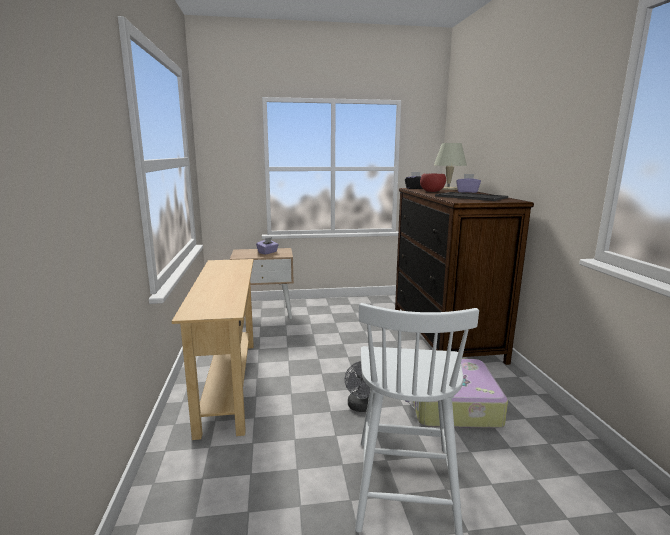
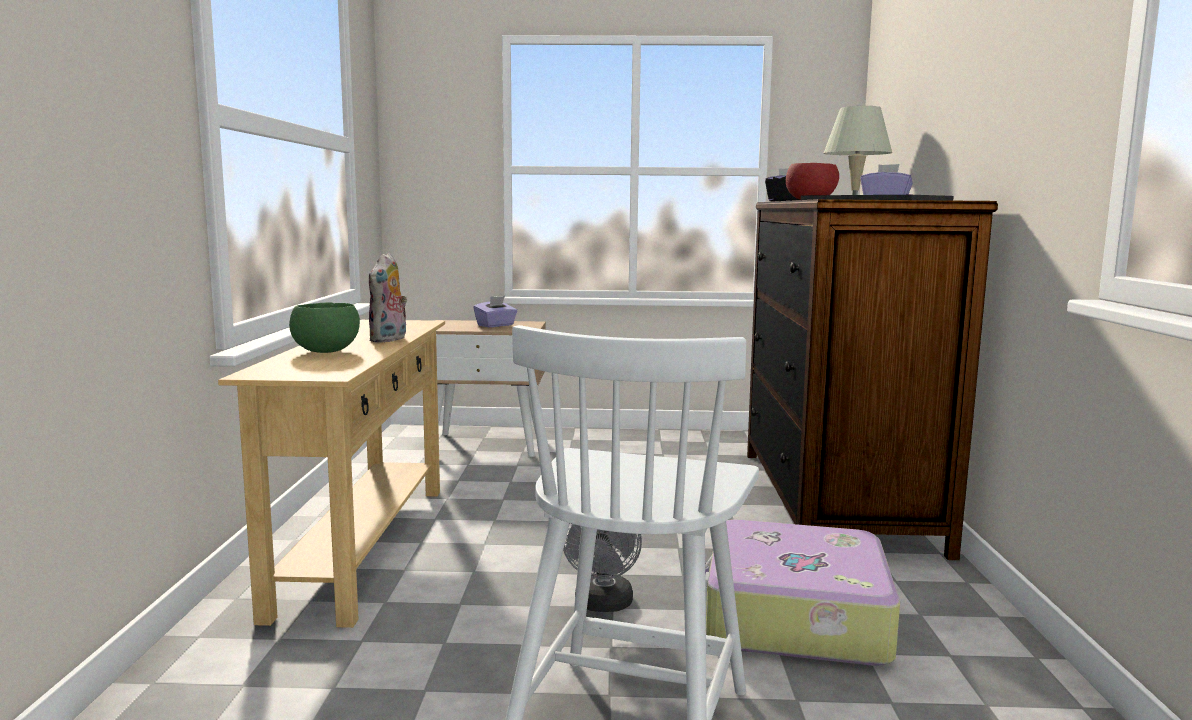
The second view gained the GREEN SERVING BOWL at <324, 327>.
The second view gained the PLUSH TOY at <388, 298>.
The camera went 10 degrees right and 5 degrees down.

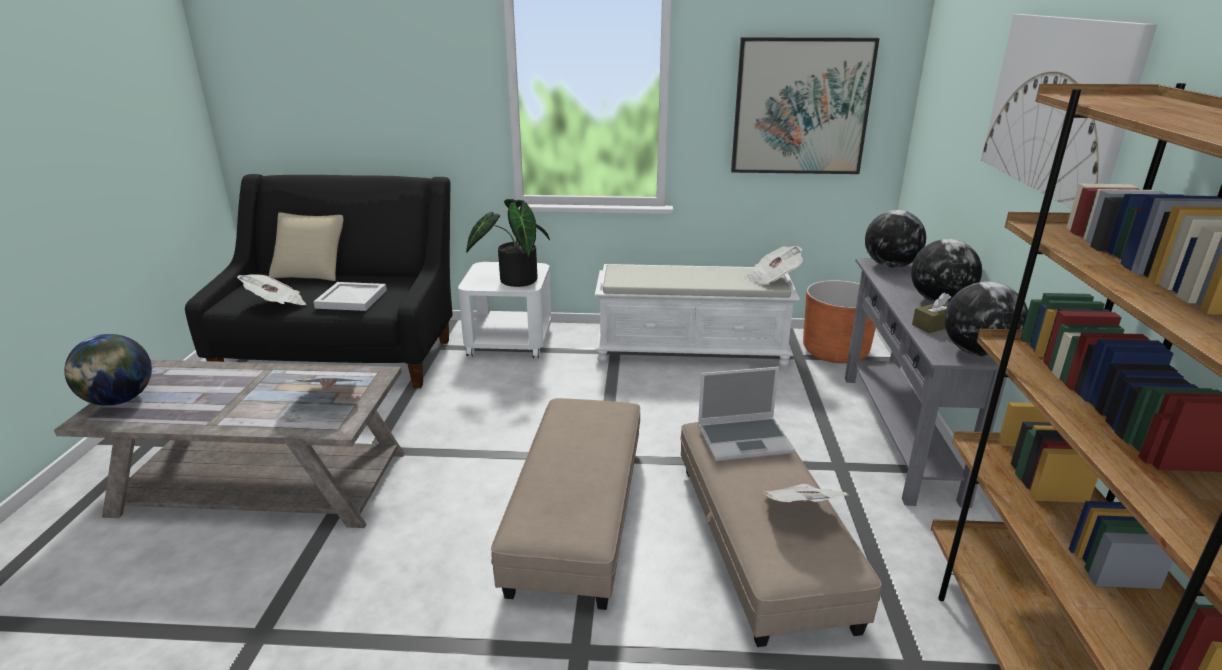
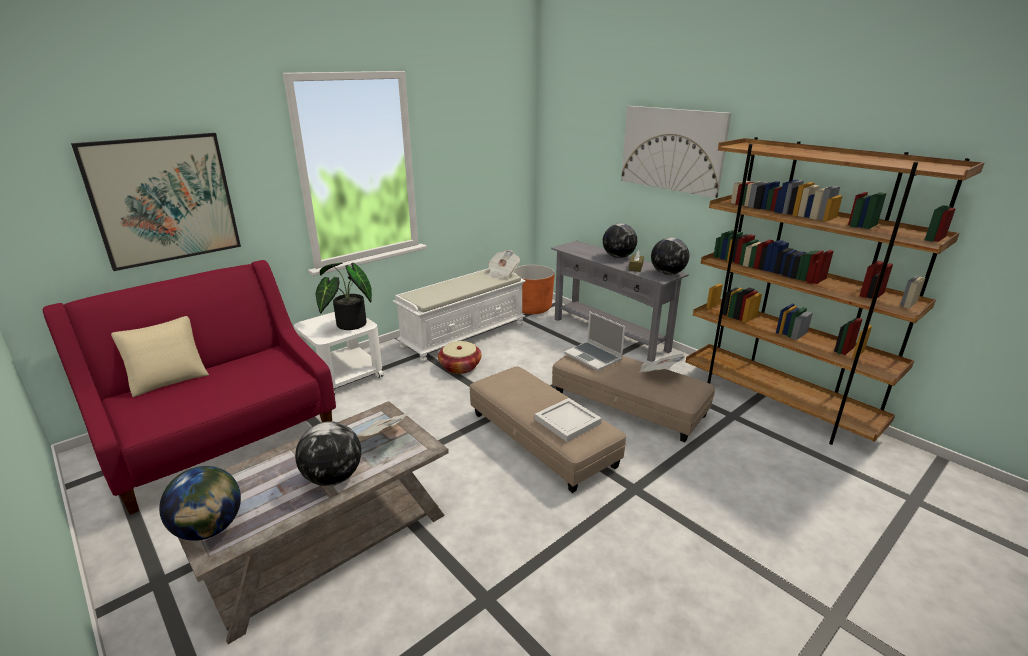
What was the BLACK-COLOURED SETTEE at <319, 281> turned into the RED SETTEE at <189, 387>.
The WALL PICTURE ended up elsewhere, having gone from <805, 105> to <156, 202>.
The WORLD GLOBE ended up elsewhere, having gone from <895, 239> to <328, 453>.
The second view gained the BASKET at <460, 357>.
The WHITISH SERVING TRAY ended up elsewhere, having gone from <350, 296> to <568, 420>.
The NOTEBOOK COMPUTER at <746, 414> ended up facing another way, 105 degrees clockwise from before.
The second view lost the DAILY PAPER at <271, 289>.
The camera went 45 degrees left and 0 degrees up.

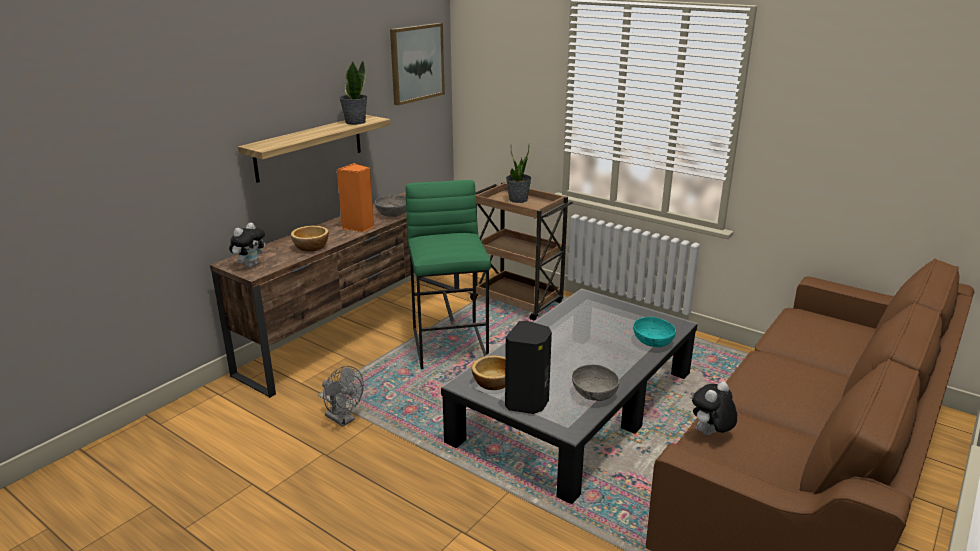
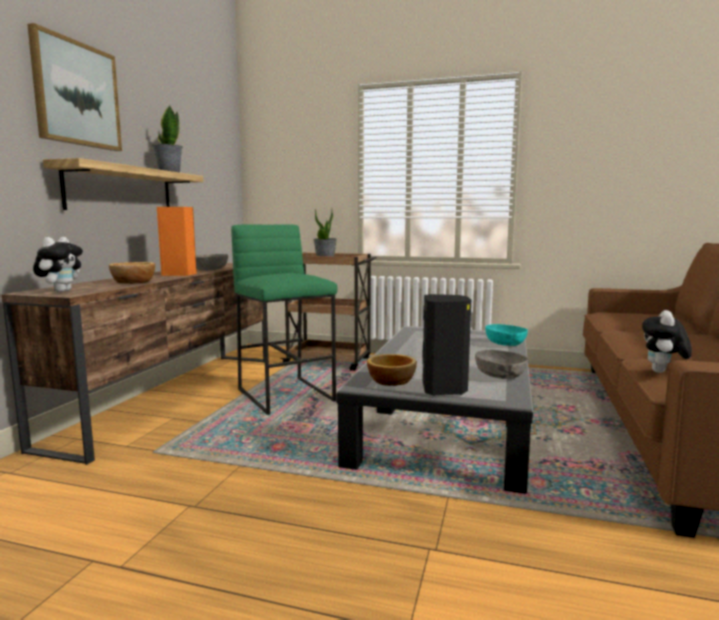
The WALL PICTURE ended up elsewhere, having gone from <417, 64> to <74, 87>.
The second view lost the GREYISH FAN at <343, 396>.
The camera went 20 degrees left and 15 degrees down.

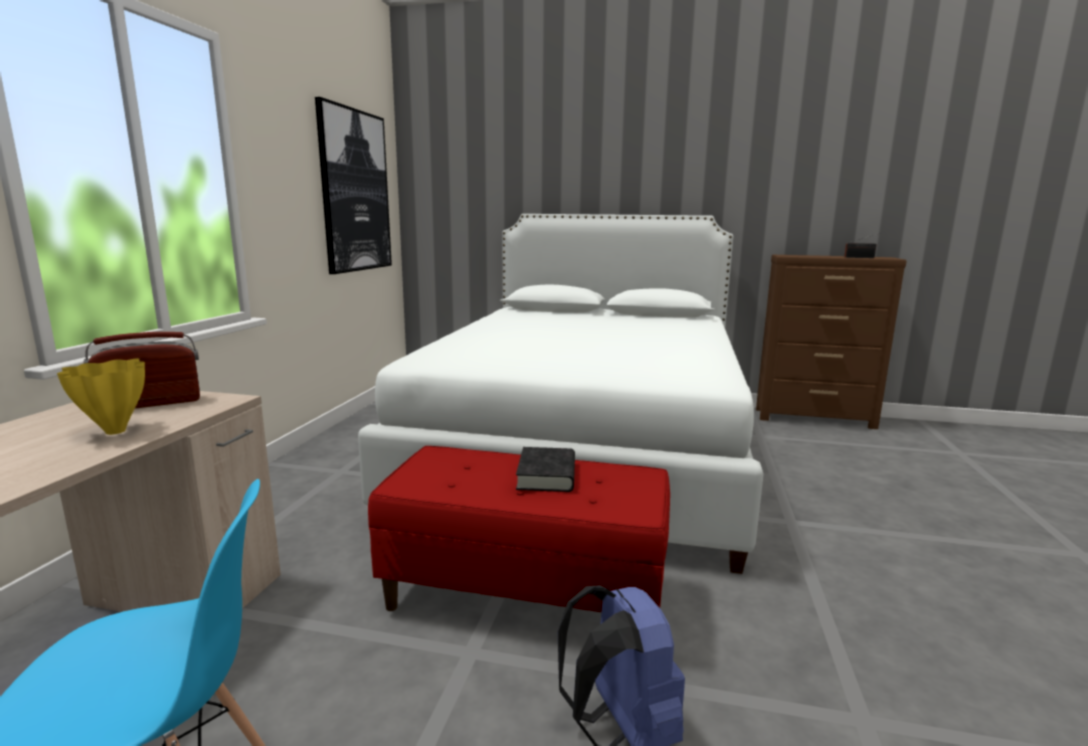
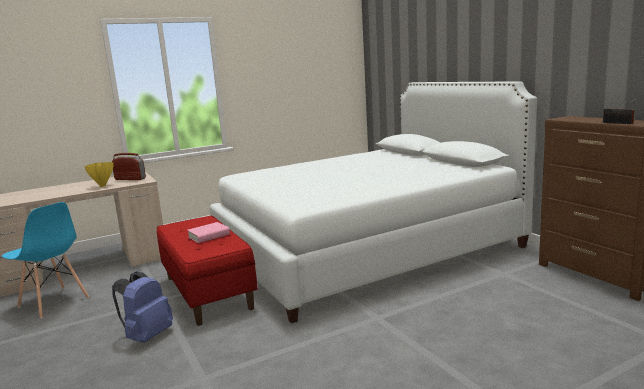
What was the BLACK-COLOURED VOLUME at <545, 469> turned into the PINKISH VOLUME at <208, 232>.
The second view lost the WALL PICTURE at <353, 185>.
The camera went 50 degrees right and 0 degrees up.

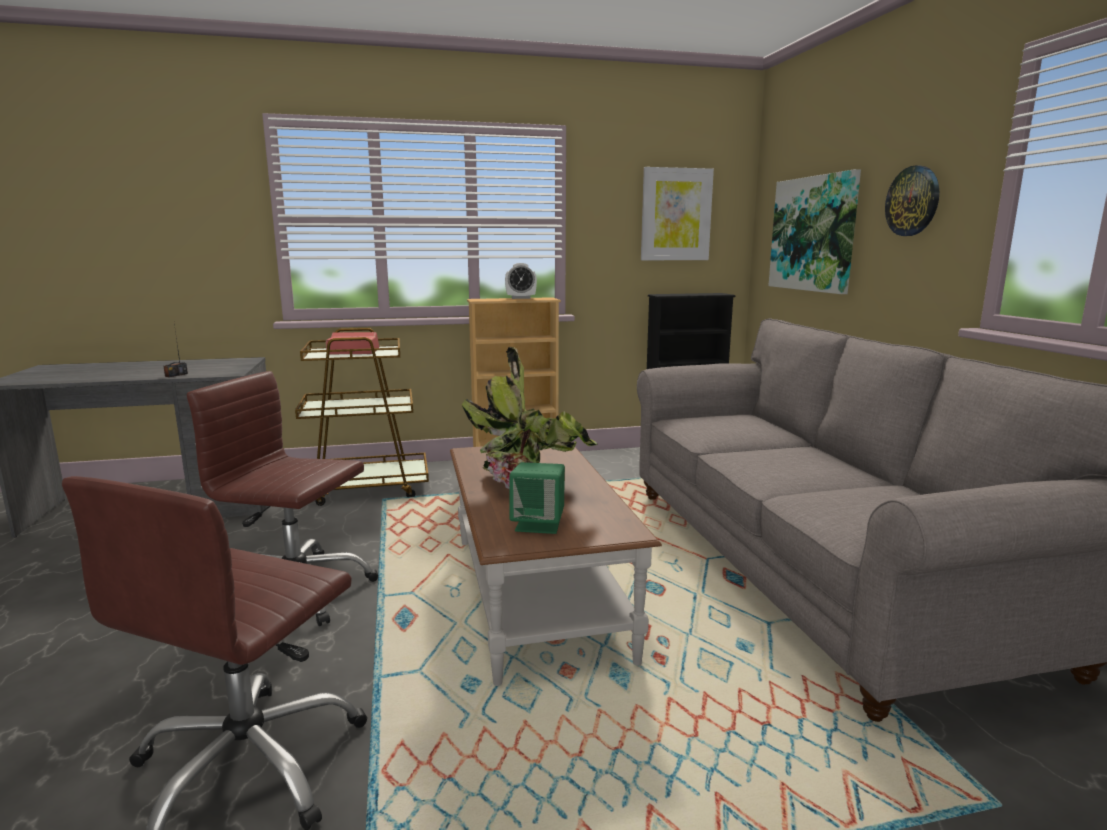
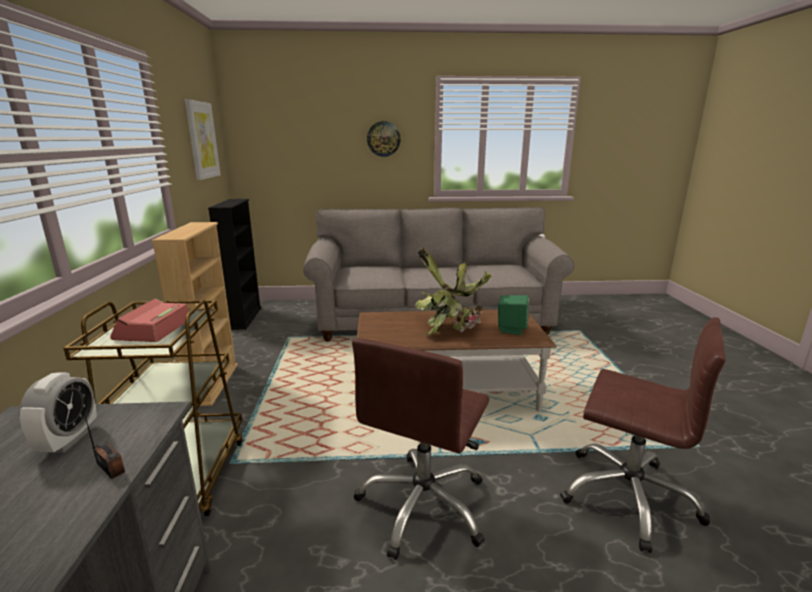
The BEDSIDE CLOCK ended up elsewhere, having gone from <521, 281> to <58, 412>.
The second view lost the WALL PICTURE at <814, 231>.
The camera went 80 degrees left and 5 degrees up.

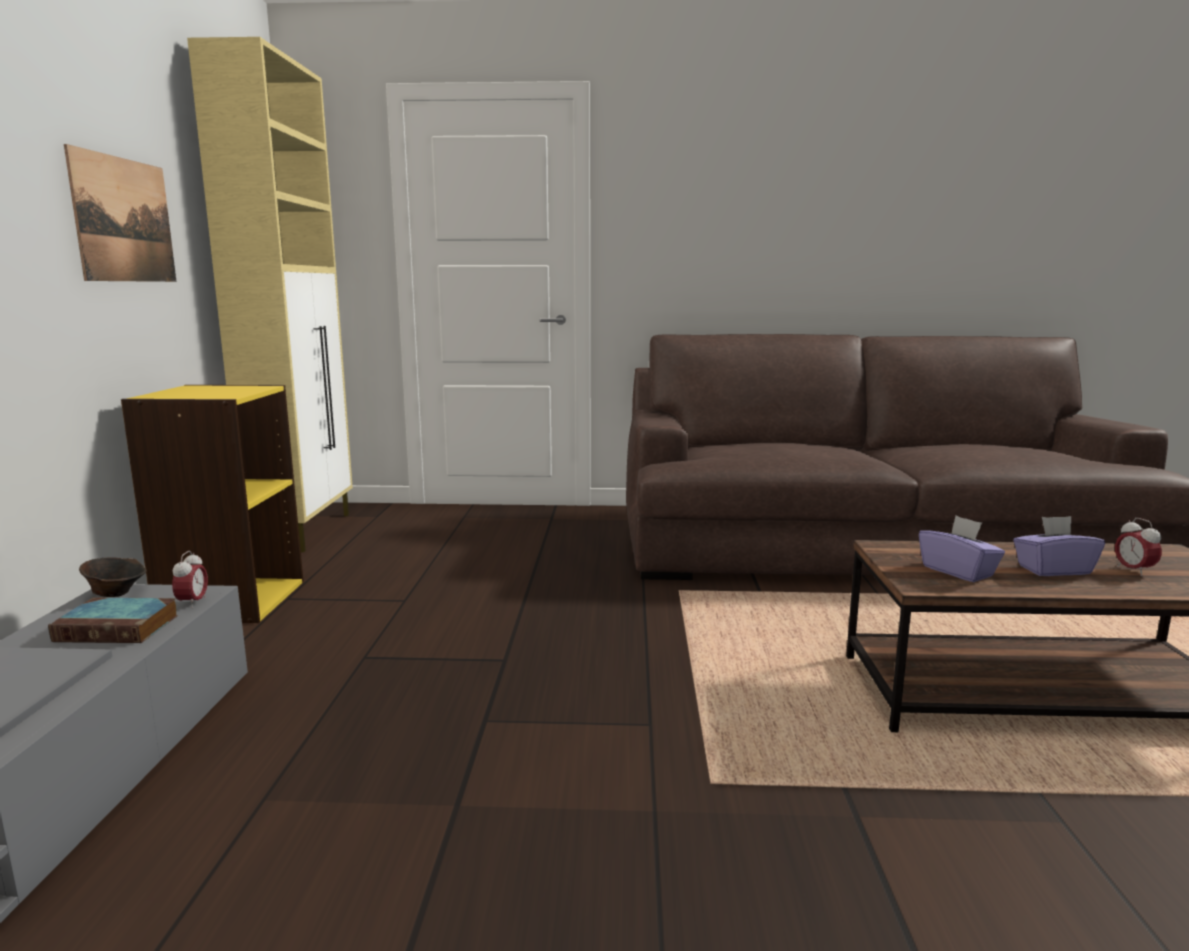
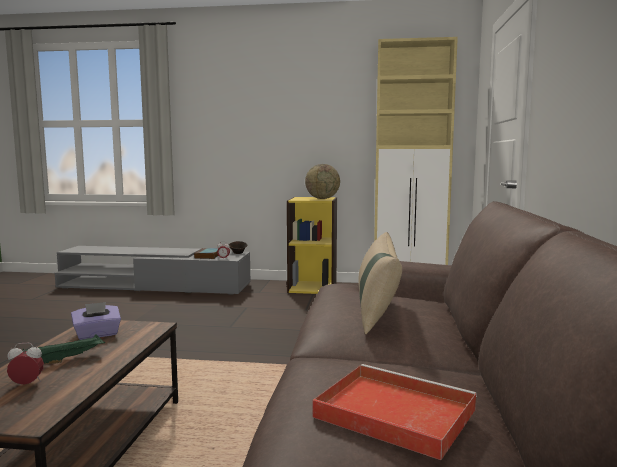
Where the PURPLE-COLOURED TISSUE HOLDER stood at <1059, 546>, the GREEN SERVING TRAY came to stand at <64, 349>.
The second view gained the WORLD GLOBE at <322, 181>.
The second view gained the RED SERVING TRAY at <394, 412>.
The second view gained the SAND-COLOURED CUSHION at <380, 283>.
The second view lost the WALL PICTURE at <120, 213>.
The camera went 95 degrees right and 5 degrees down.

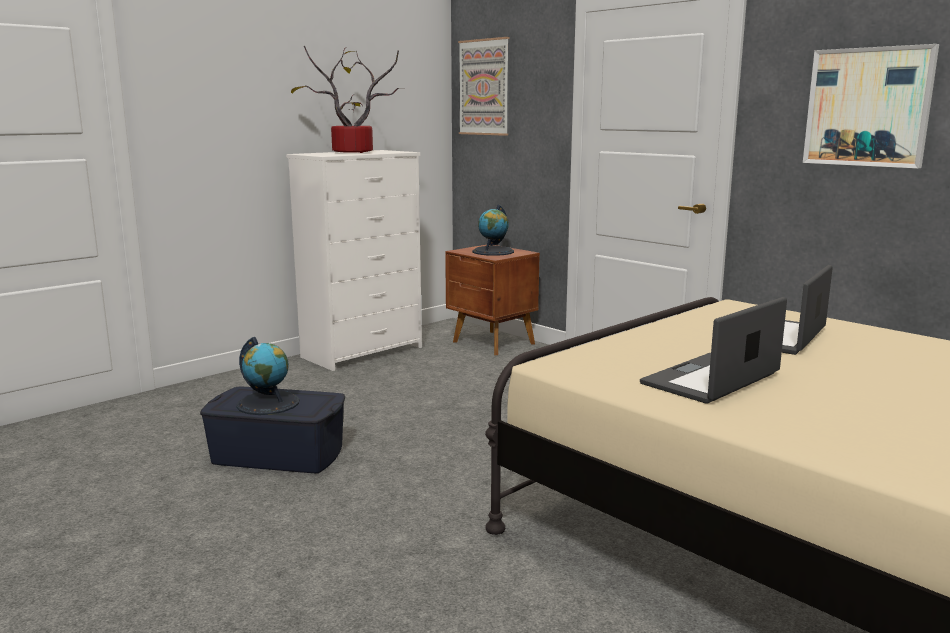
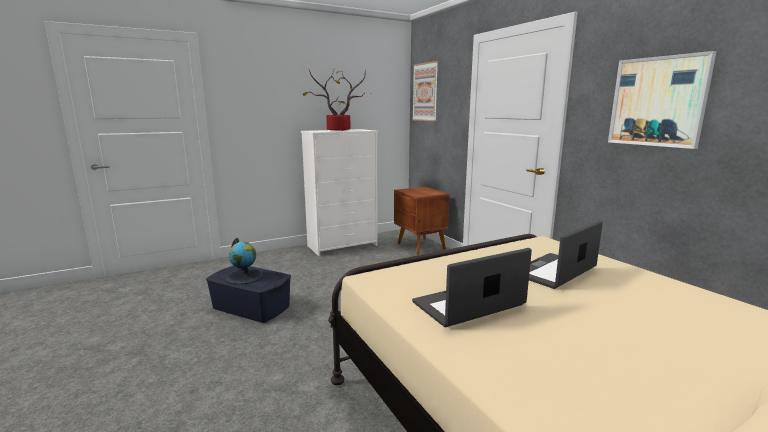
The second view lost the WORLD GLOBE at <493, 230>.
The camera went 15 degrees right and 0 degrees up.

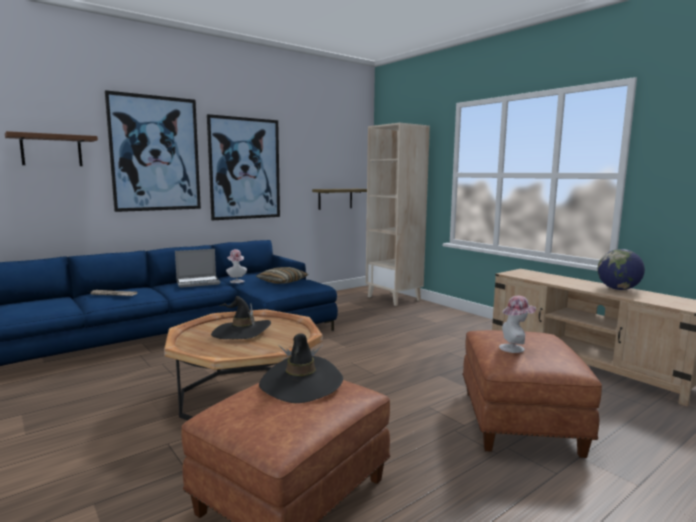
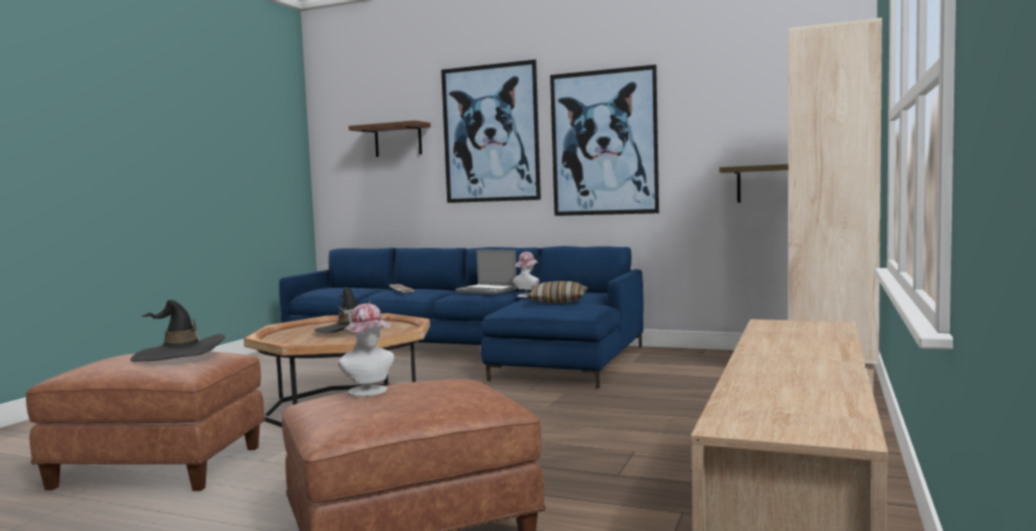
The second view lost the WORLD GLOBE at <621, 269>.
The camera went 60 degrees right and 5 degrees down.

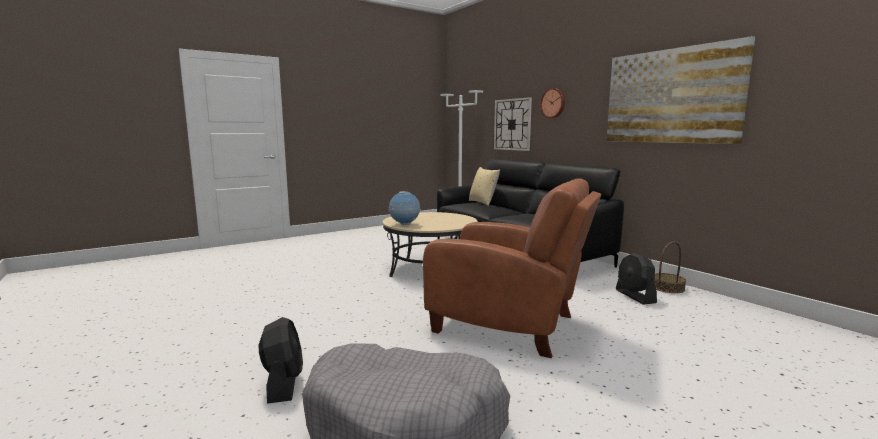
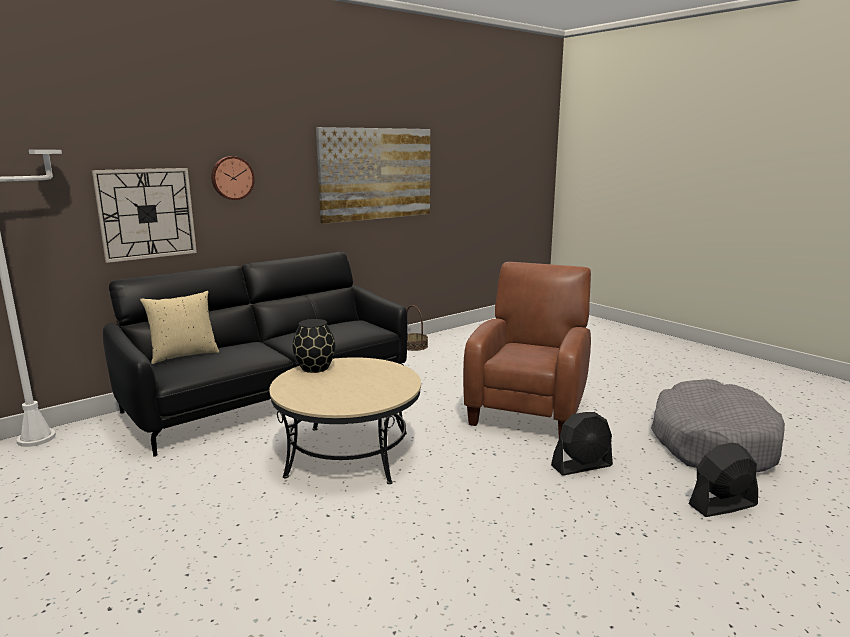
The second view gained the BLACK-COLOURED FLOWER VASE at <314, 346>.
The BLACK-COLOURED FAN ended up elsewhere, having gone from <636, 279> to <582, 444>.
The second view lost the WORLD GLOBE at <405, 208>.
The camera went 95 degrees left and 5 degrees up.

